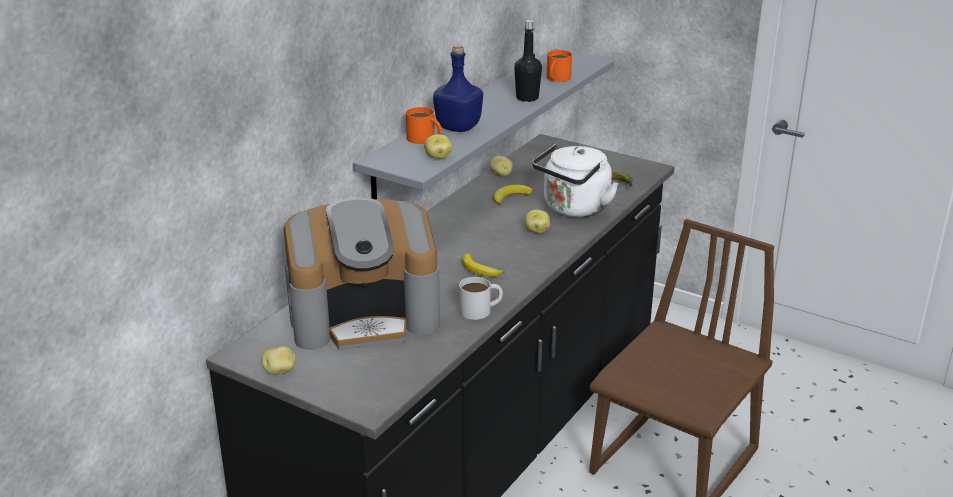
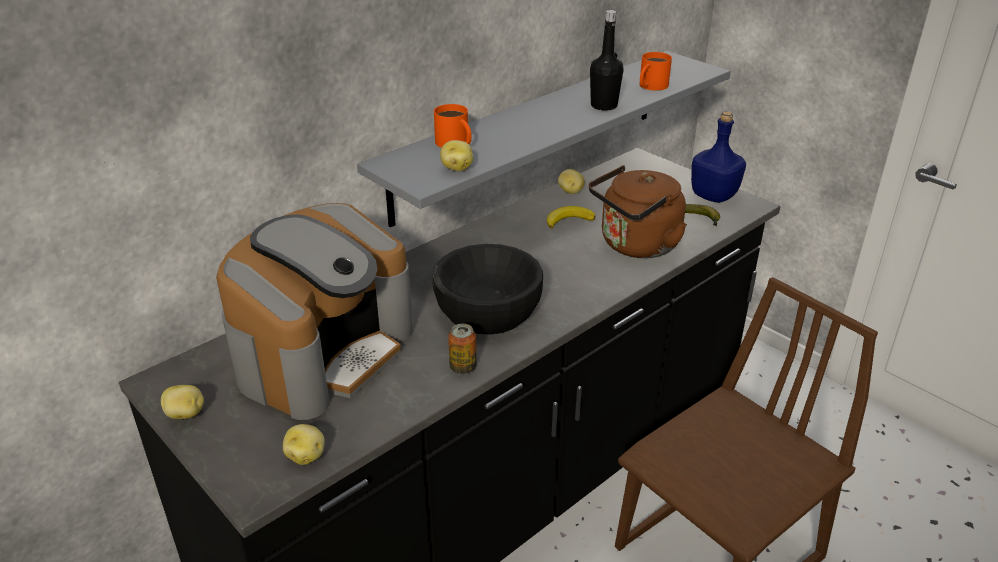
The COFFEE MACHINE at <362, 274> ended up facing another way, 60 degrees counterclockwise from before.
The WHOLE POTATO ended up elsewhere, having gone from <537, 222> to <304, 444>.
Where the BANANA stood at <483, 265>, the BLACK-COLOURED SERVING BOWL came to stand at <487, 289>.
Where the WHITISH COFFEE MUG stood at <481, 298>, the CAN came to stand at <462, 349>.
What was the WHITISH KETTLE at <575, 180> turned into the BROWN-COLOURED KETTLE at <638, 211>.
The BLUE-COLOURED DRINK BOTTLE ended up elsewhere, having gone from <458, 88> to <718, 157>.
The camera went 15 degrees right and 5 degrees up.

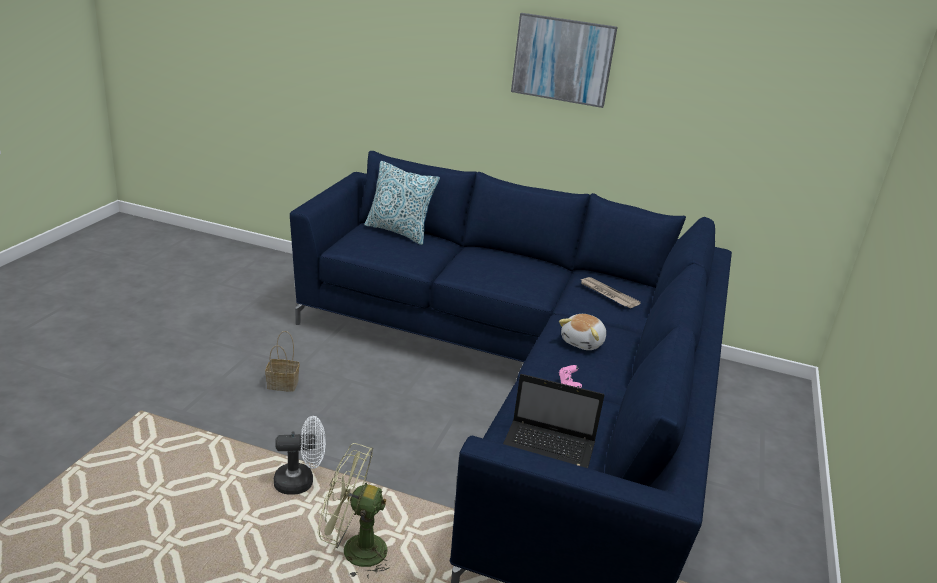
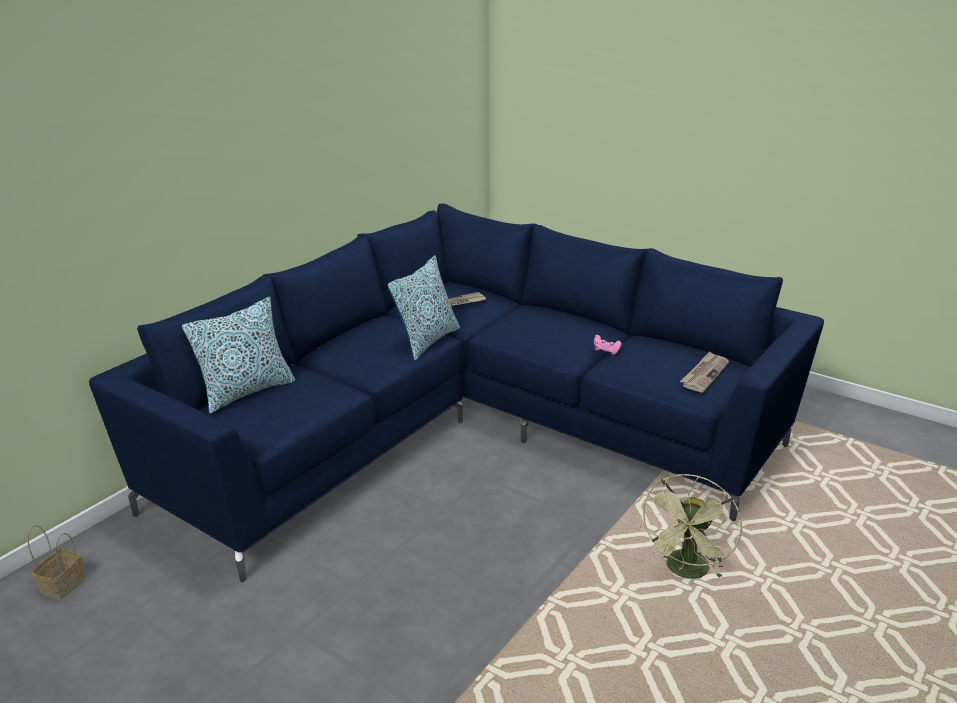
The BASKET ended up elsewhere, having gone from <282, 361> to <57, 562>.
The second view gained the CUSHION at <424, 308>.
Where the NOTEBOOK COMPUTER stood at <553, 421>, the DAILY PAPER came to stand at <704, 371>.
The second view lost the WHITISH FAN at <300, 455>.
The second view lost the WALL PICTURE at <564, 60>.
The second view lost the PLUSH TOY at <582, 332>.
The camera went 70 degrees left and 0 degrees up.

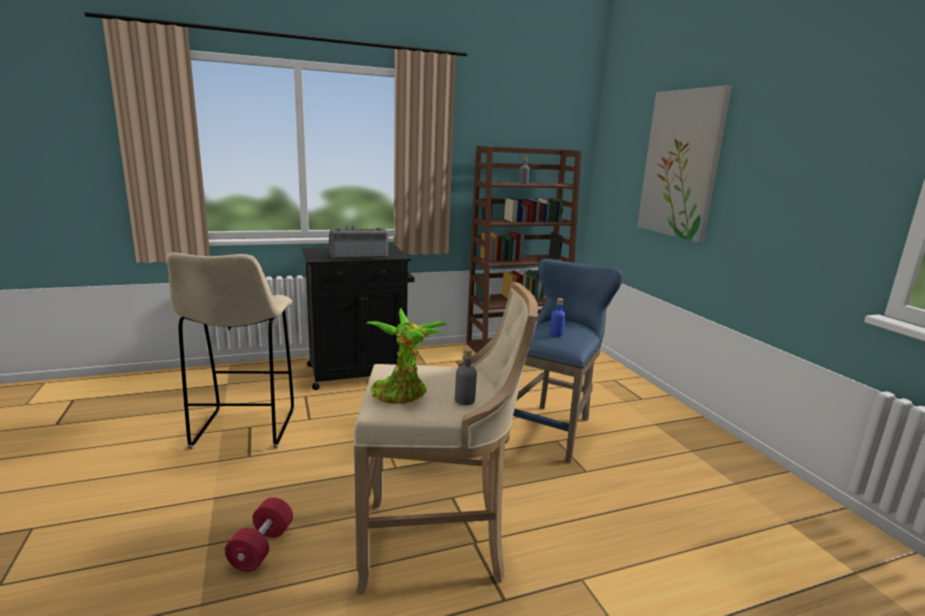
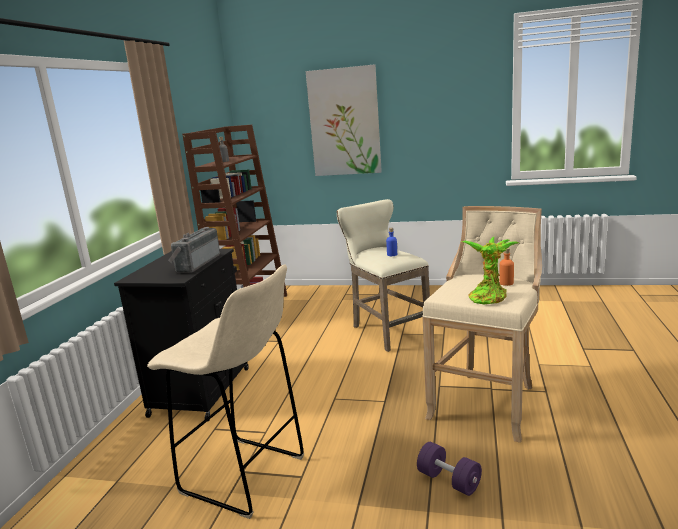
What was the BLUE-COLOURED SITTING STOOL at <564, 361> turned into the SAND-COLOURED SITTING STOOL at <383, 275>.
What was the RED FREE WEIGHT at <259, 534> turned into the PURPLE-COLOURED FREE WEIGHT at <449, 469>.
What was the GREYISH DRINK BOTTLE at <466, 376> turned into the ORANGE-COLOURED DRINK BOTTLE at <506, 267>.
The camera went 55 degrees left and 0 degrees up.

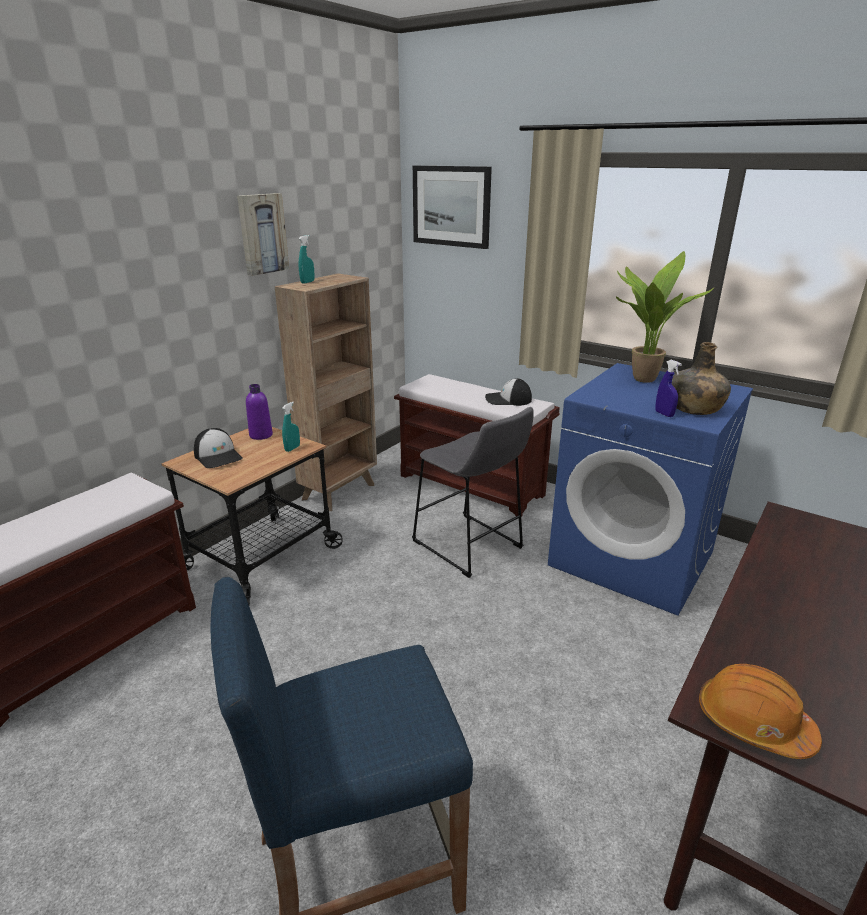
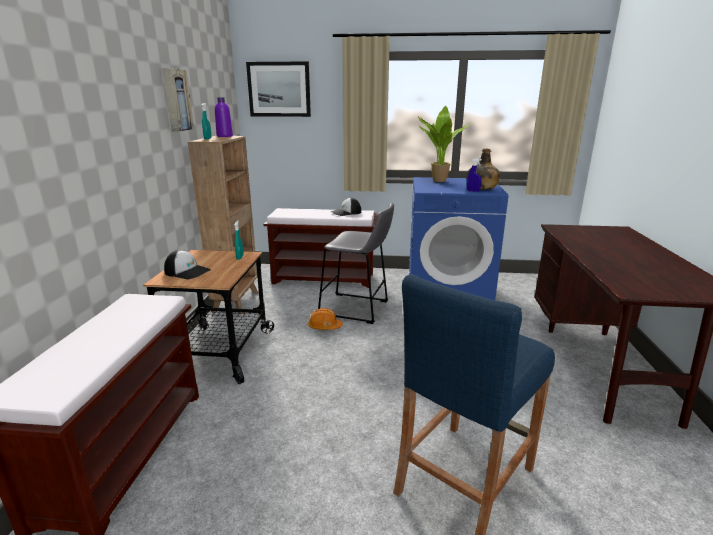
The PURPLE-COLOURED DRINK BOTTLE ended up elsewhere, having gone from <259, 412> to <224, 117>.
The ORANGE-COLOURED HARD HAT ended up elsewhere, having gone from <760, 711> to <325, 319>.
The camera went 30 degrees left and 5 degrees down.

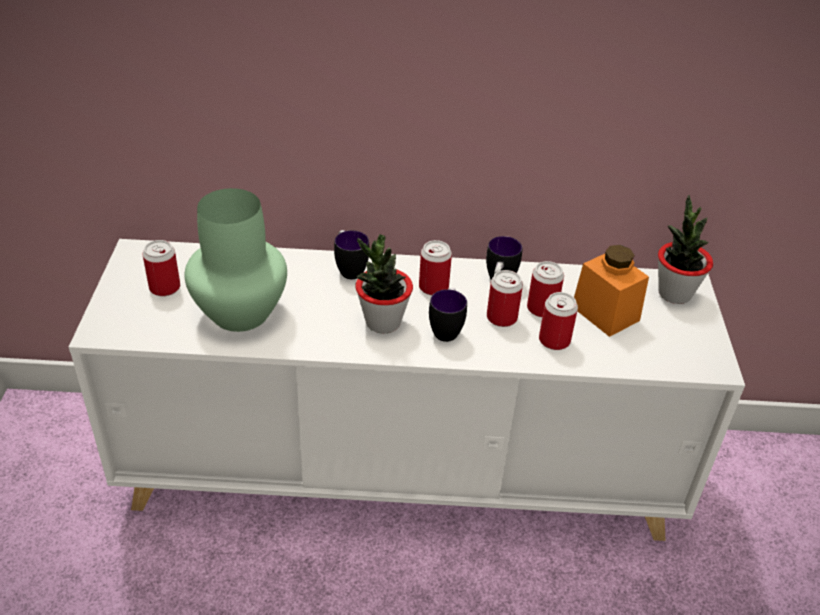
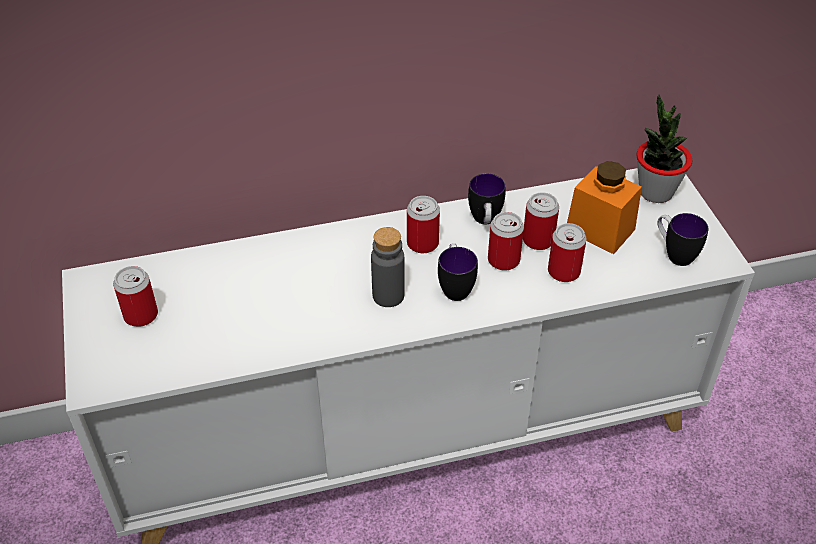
Where the HOUSEPLANT stood at <384, 284>, the GREYISH DRINK BOTTLE came to stand at <388, 267>.
The COFFEE MUG ended up elsewhere, having gone from <351, 254> to <682, 239>.
The second view lost the GREEN FLOWER VASE at <235, 260>.
The camera went 15 degrees left and 5 degrees up.

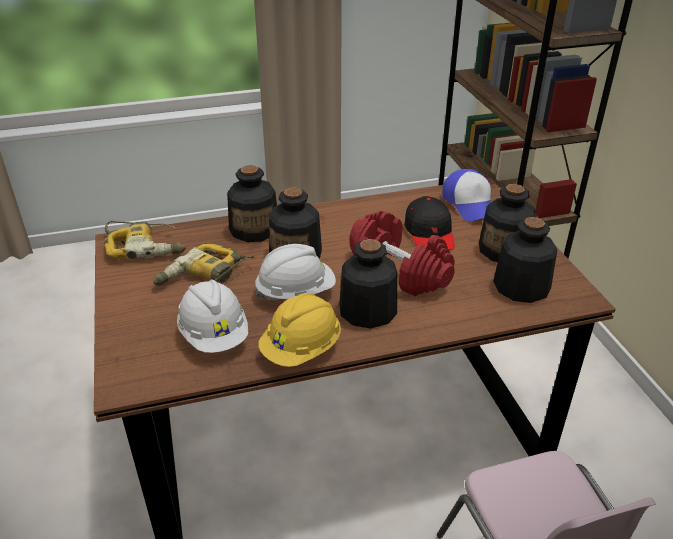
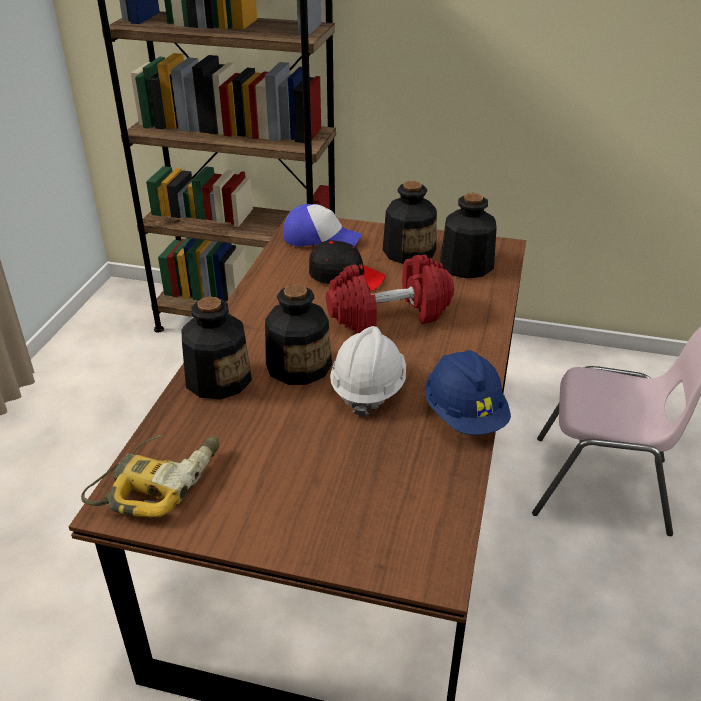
What was the YELLOW-COLOURED HARD HAT at <299, 330> turned into the BLUE-COLOURED HARD HAT at <468, 392>.
The second view lost the ELECTRIC DRILL at <203, 264>.
The second view lost the WHITISH HARD HAT at <212, 316>.
The second view lost the DRINK BOTTLE at <368, 284>.
The camera went 60 degrees left and 0 degrees up.

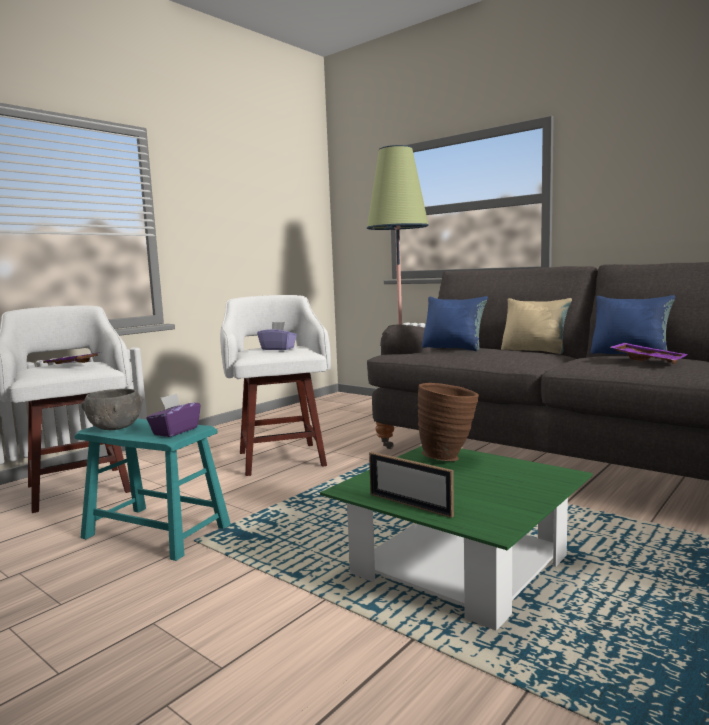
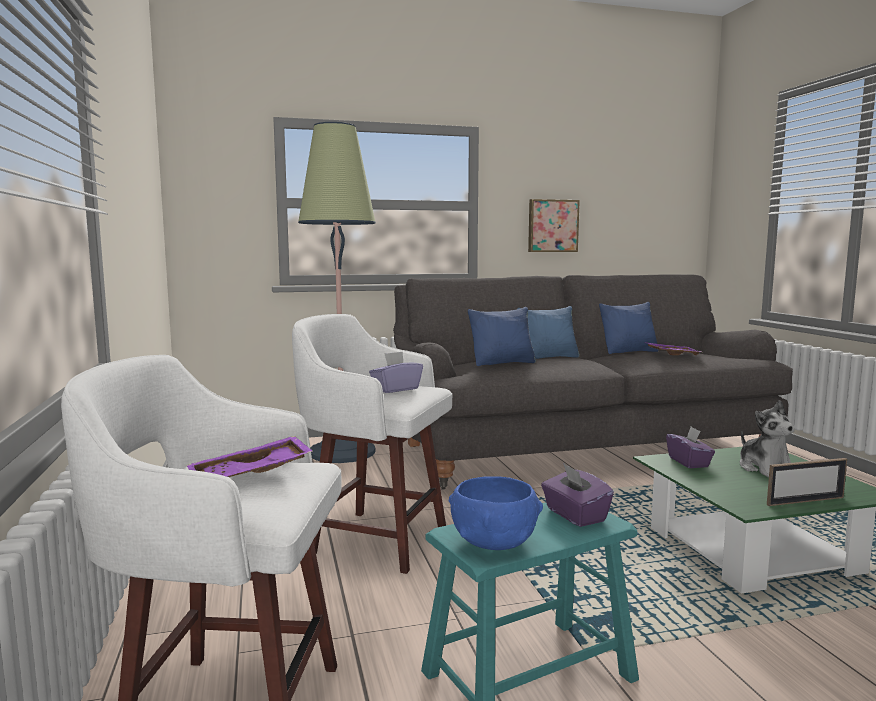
What was the GREYISH SERVING BOWL at <112, 409> turned into the BLUE-COLOURED SERVING BOWL at <496, 513>.
What was the SAND-COLOURED CUSHION at <536, 326> turned into the BLUE-COLOURED CUSHION at <548, 332>.
The second view gained the WALL PICTURE at <554, 225>.
Where the BROWN-COLOURED FLOWER VASE stood at <448, 422>, the PURPLE-COLOURED TISSUE HOLDER came to stand at <690, 447>.
The second view gained the PLUSH TOY at <767, 439>.
The camera went 55 degrees left and 0 degrees up.

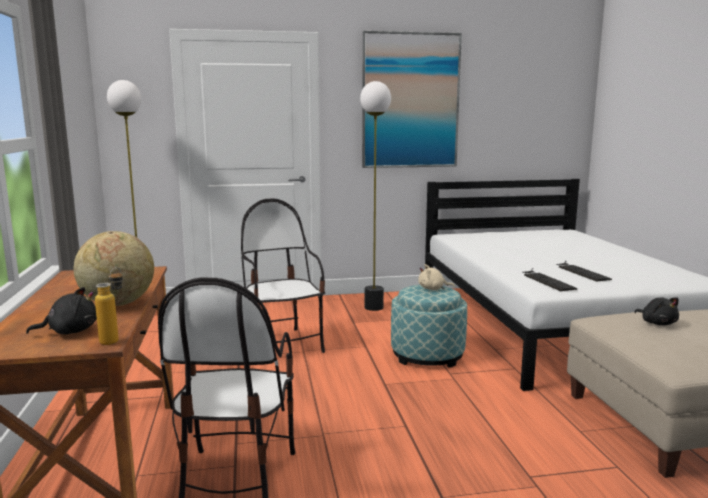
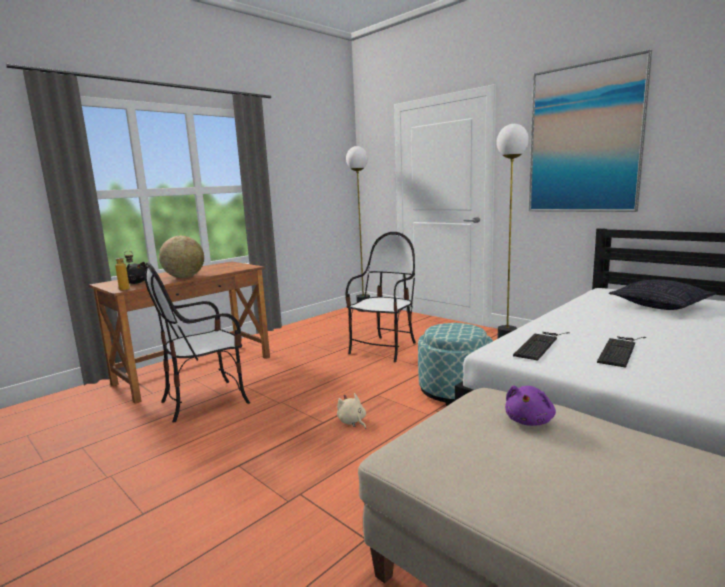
The SAND-COLOURED PLUSH TOY ended up elsewhere, having gone from <436, 277> to <351, 411>.
What was the BLACK-COLOURED PLUSH TOY at <657, 311> turned into the PURPLE-COLOURED PLUSH TOY at <530, 406>.
The second view gained the CUSHION at <662, 295>.
The camera went 55 degrees right and 0 degrees up.

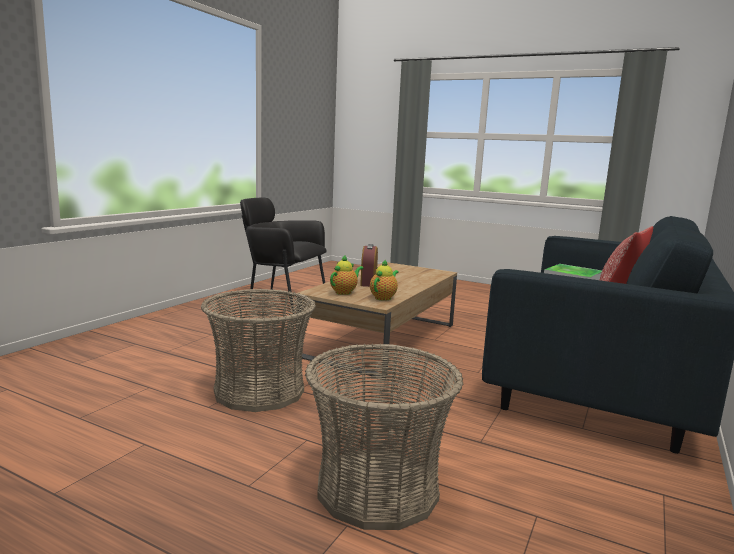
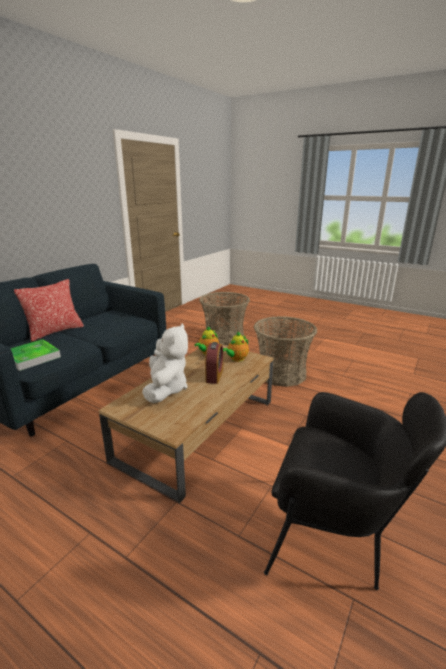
The second view gained the WHITISH PLUSH TOY at <165, 363>.
The camera went 175 degrees left and 10 degrees up.

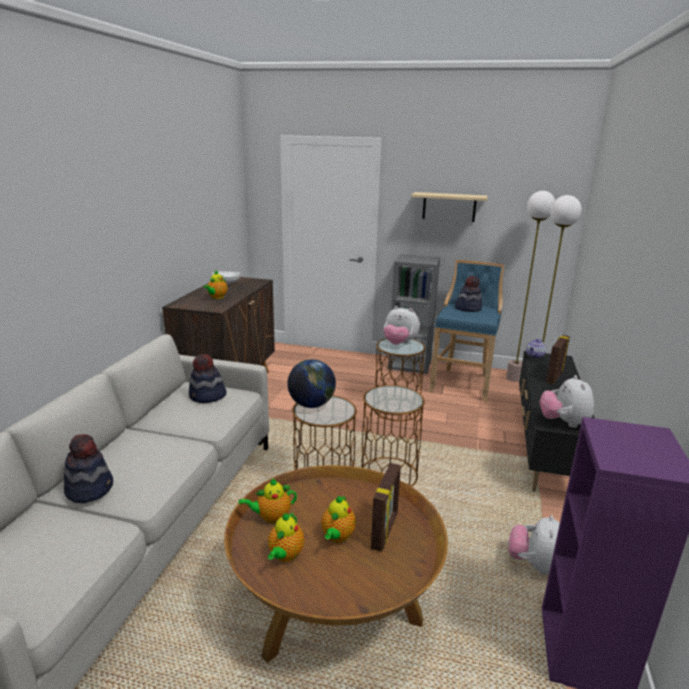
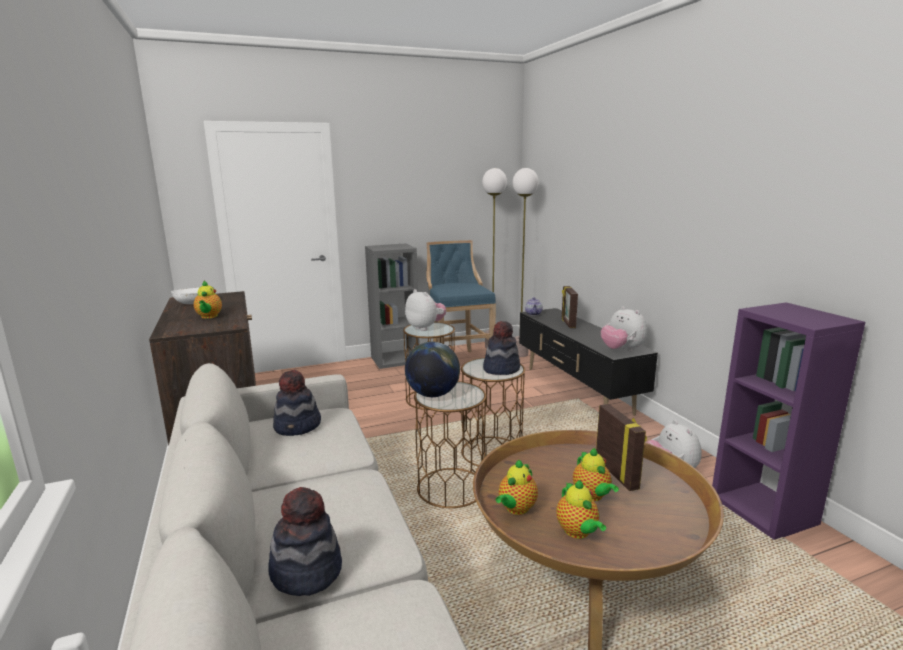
The PLUSH TOY at <402, 325> ended up facing another way, 120 degrees counterclockwise from before.
The CLOTHING HAT ended up elsewhere, having gone from <468, 294> to <501, 348>.
The second view lost the SAND-COLOURED SHELF at <449, 207>.
The camera went 35 degrees left and 5 degrees down.

